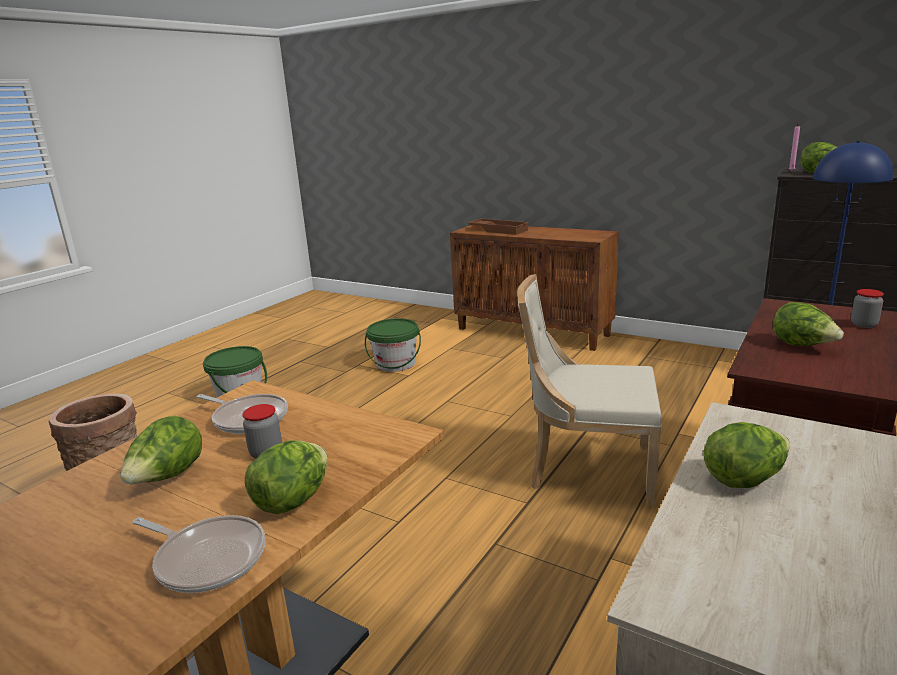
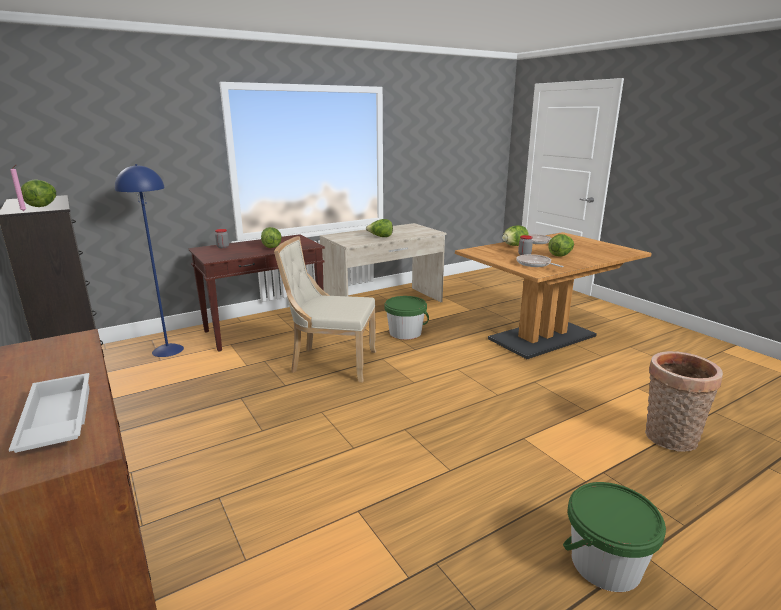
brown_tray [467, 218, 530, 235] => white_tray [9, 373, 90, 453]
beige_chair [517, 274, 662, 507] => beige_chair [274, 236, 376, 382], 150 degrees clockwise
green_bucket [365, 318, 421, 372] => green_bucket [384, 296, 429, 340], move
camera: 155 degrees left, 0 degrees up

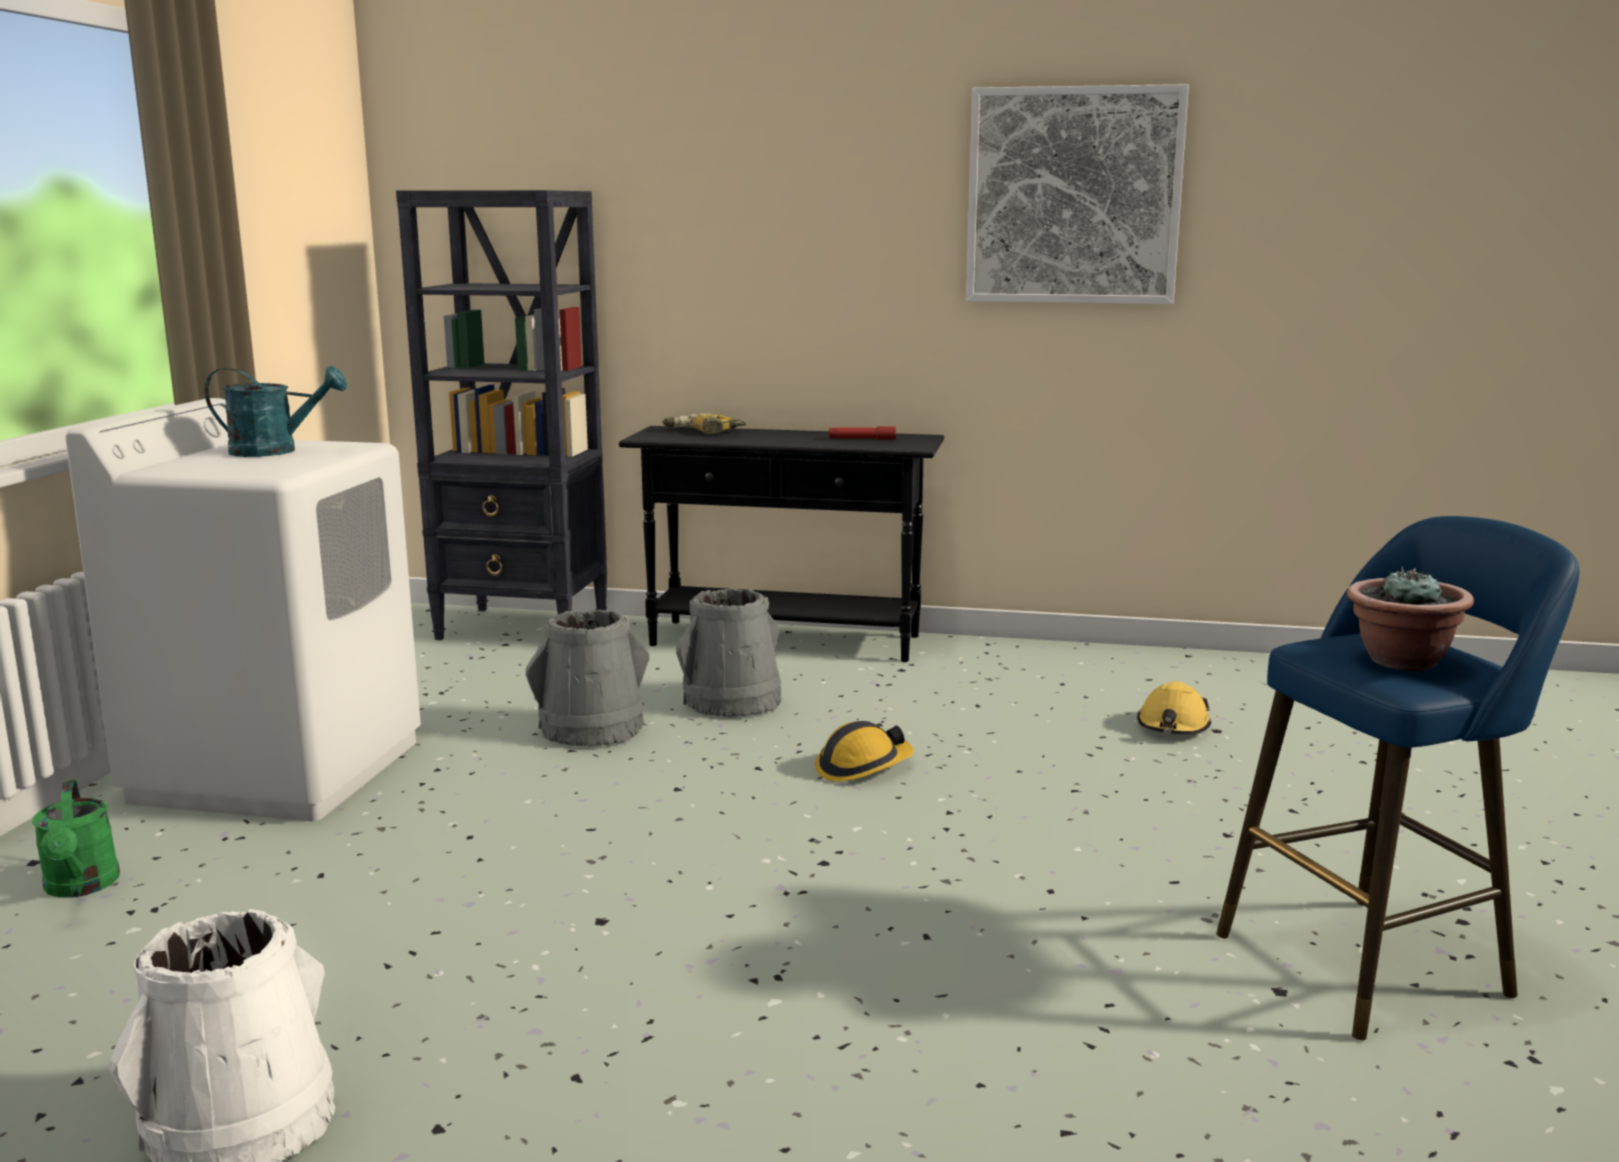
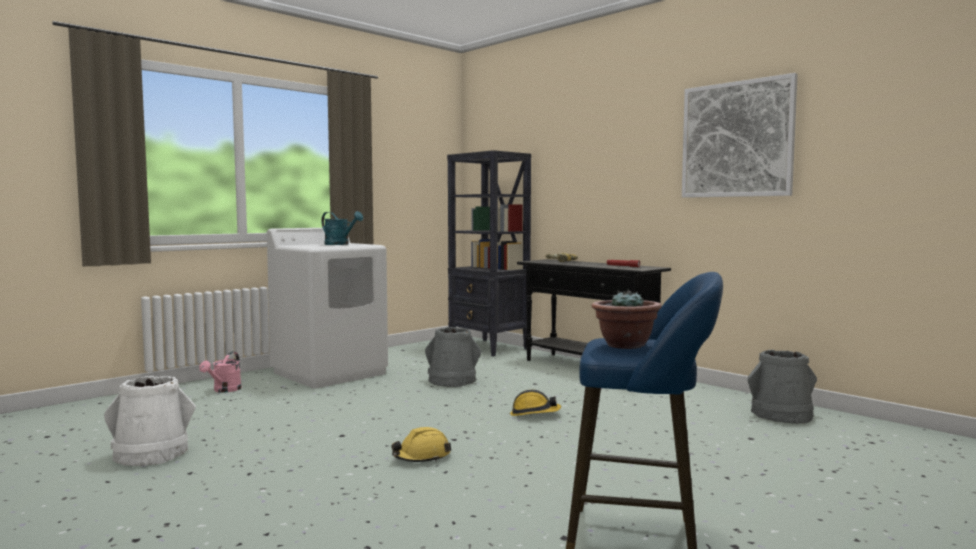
grey_bucket [676, 588, 782, 717] => grey_bucket [748, 350, 817, 424], move
yellow_hard_hat [1137, 681, 1211, 734] => yellow_hard_hat [391, 427, 451, 462], move
green_watering_can [32, 779, 120, 898] => pink_watering_can [199, 352, 242, 393]
camera: 35 degrees right, 10 degrees down

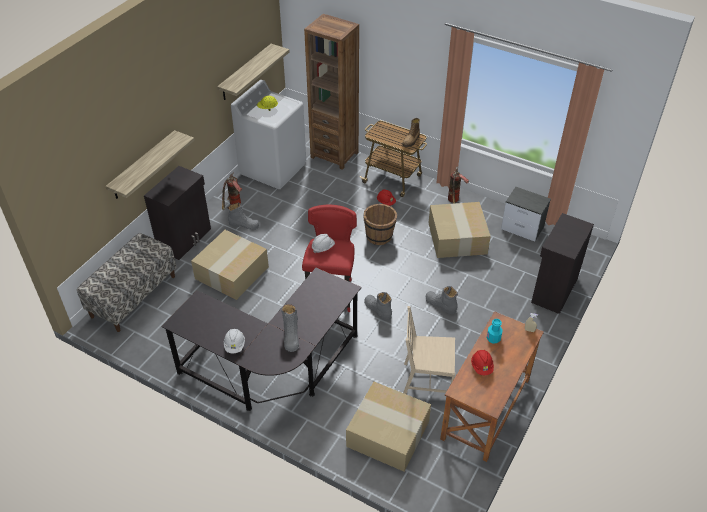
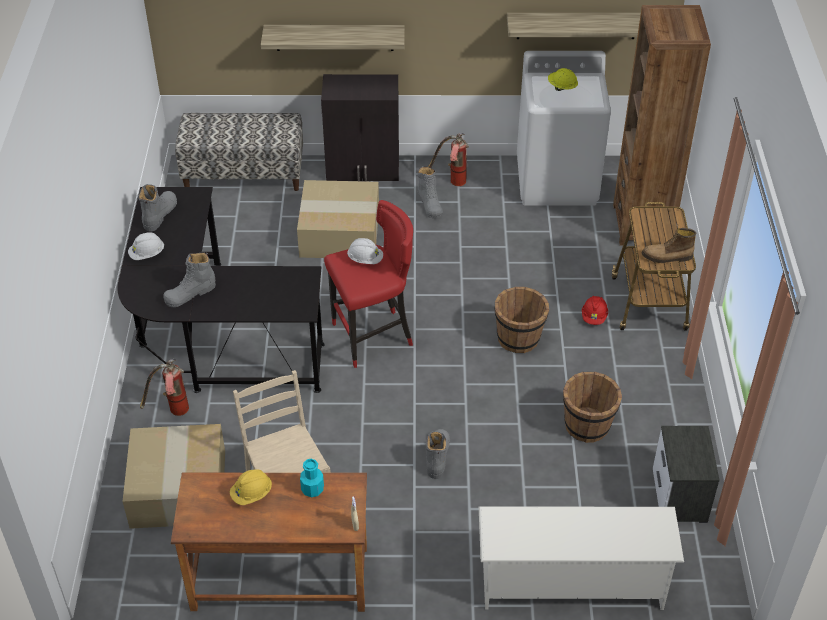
fire_extinguisher [448, 166, 469, 204] => fire_extinguisher [140, 359, 189, 416], move
cardboard_box [429, 202, 491, 258] => brown_bucket [563, 372, 622, 443]
black_cabinet [531, 213, 594, 314] => white_shoe_rack [479, 506, 684, 610]
grey_boot [364, 292, 392, 321] => grey_boot [138, 184, 177, 231], move
red_hard_hat [471, 350, 494, 375] => yellow_hard_hat [230, 469, 272, 505]
camera: 60 degrees right, 0 degrees up

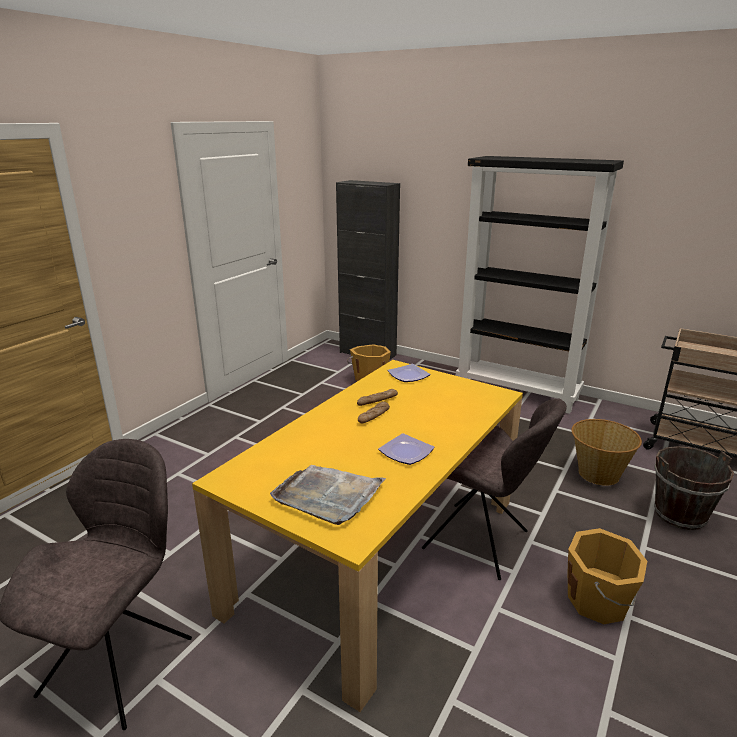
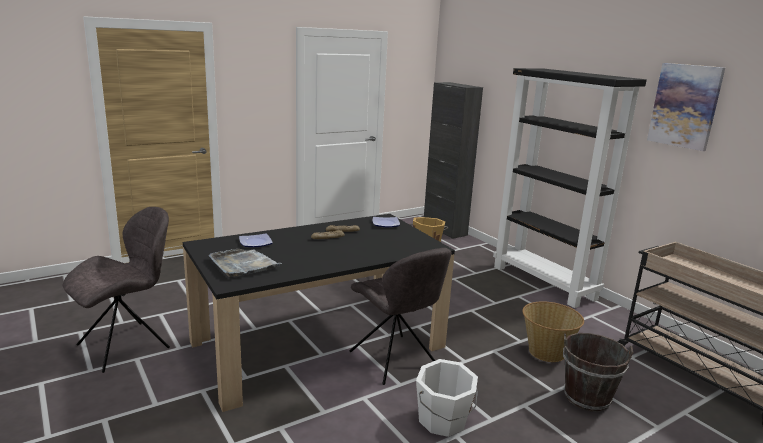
yellow_dining_table [192, 360, 523, 712] => black_dining_table [183, 214, 455, 412]
plate [378, 433, 435, 465] => plate [239, 234, 273, 247], move
orange_bucket [568, 528, 647, 624] => white_bucket [416, 359, 478, 437]
nothing => picture [647, 63, 725, 151]
camera: 25 degrees right, 5 degrees down

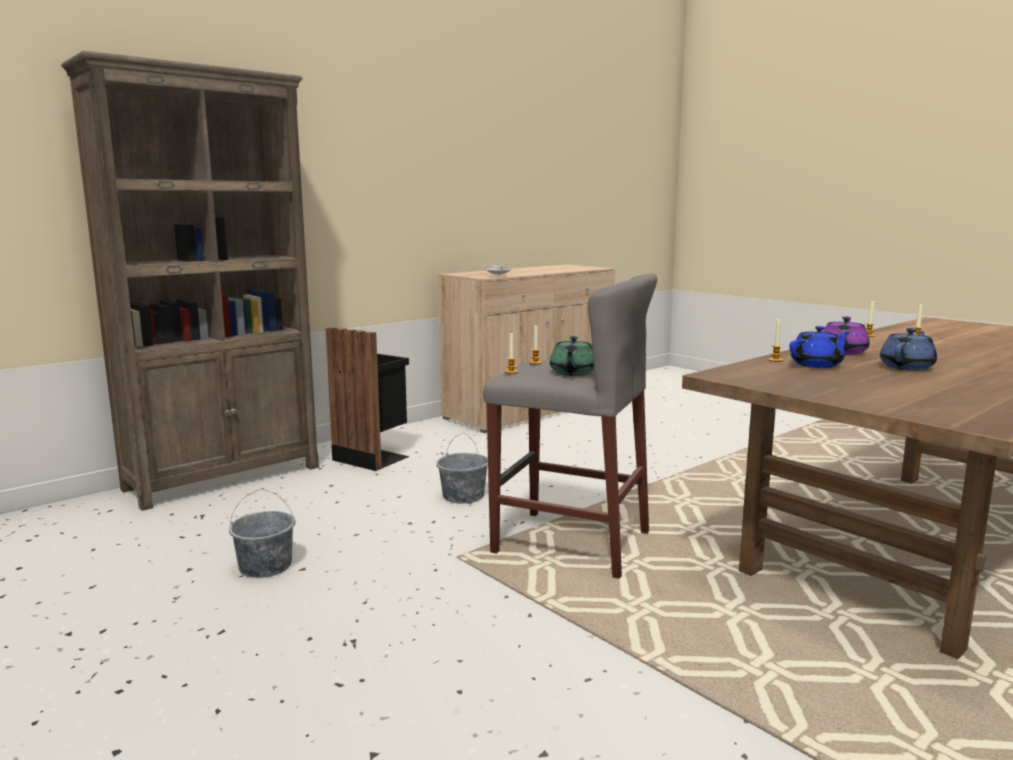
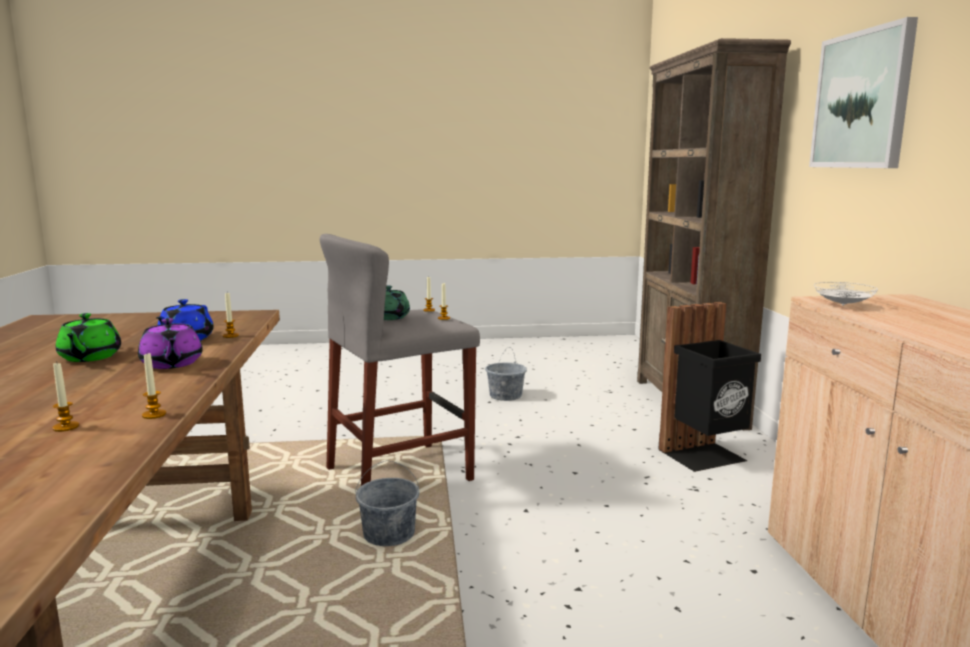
blue_teapot [880, 328, 937, 371] => green_teapot [56, 313, 121, 362]
grey_bucket [436, 433, 488, 503] => grey_bucket [355, 460, 419, 546], move
nothing => picture [809, 17, 918, 168]
camera: 125 degrees right, 0 degrees up

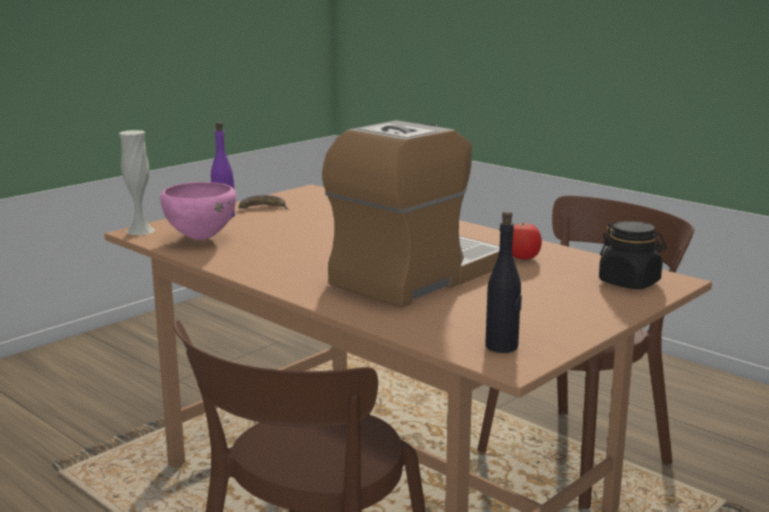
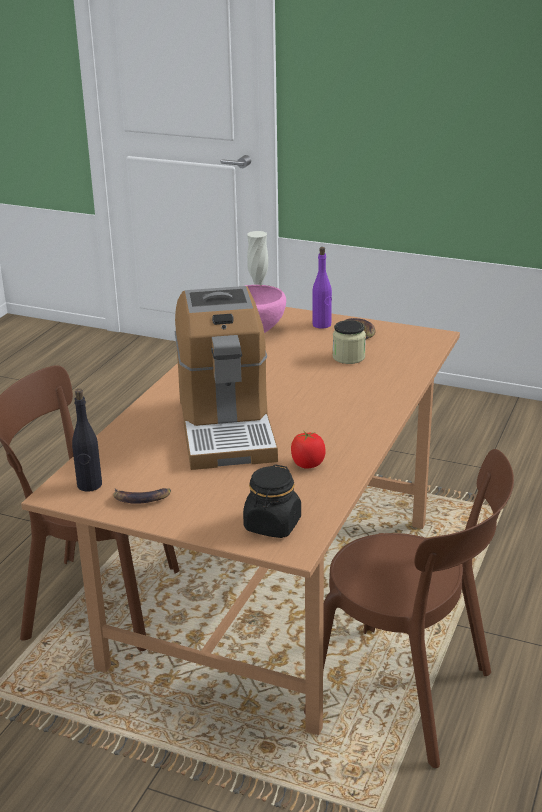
coffee_machine [322, 120, 500, 308] => coffee_machine [175, 286, 278, 470], 60 degrees clockwise
nothing => jar [333, 320, 366, 364]
nothing => banana [113, 488, 171, 504]
camera: 70 degrees right, 10 degrees up

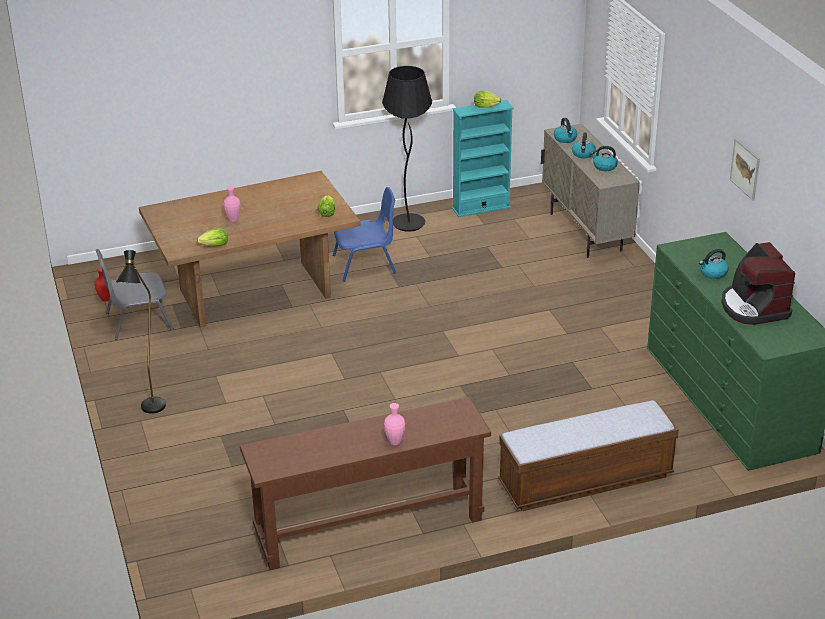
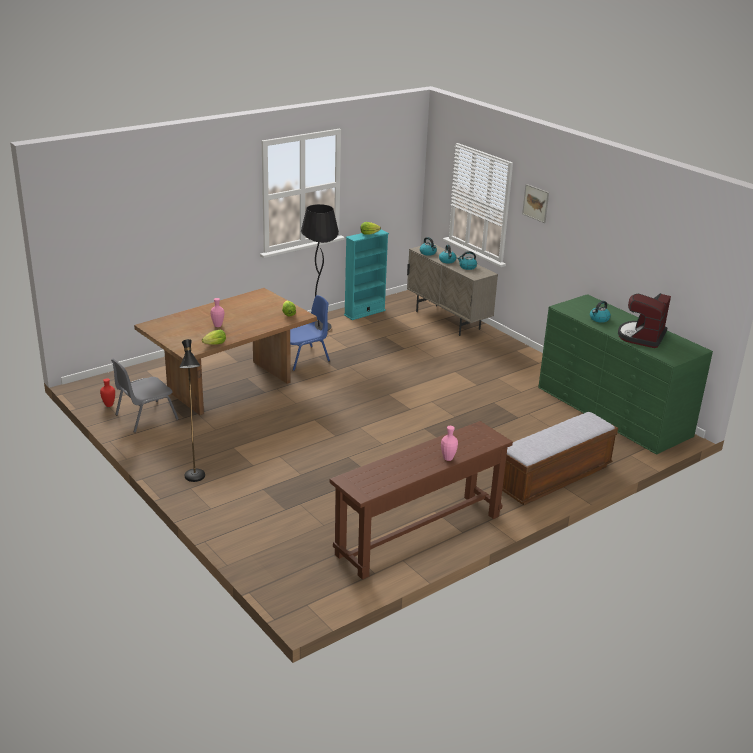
picture [730, 138, 760, 201] => picture [522, 184, 549, 223], move
coffee_machine [721, 242, 795, 325] => coffee_machine [618, 293, 671, 348], 60 degrees clockwise
camera: 20 degrees left, 5 degrees down

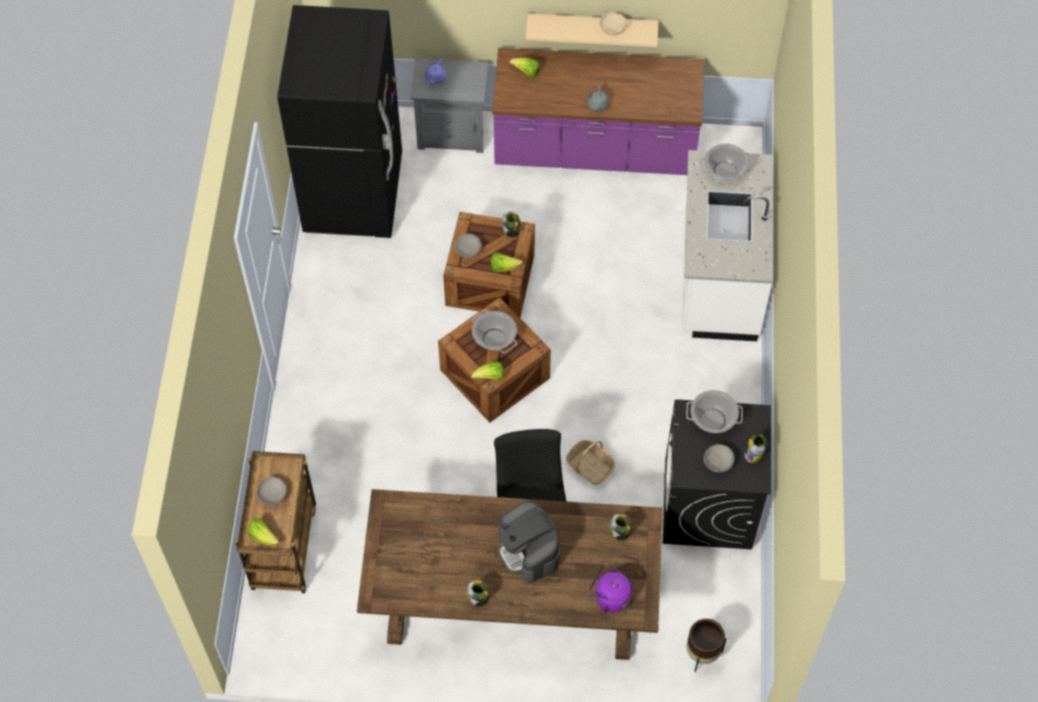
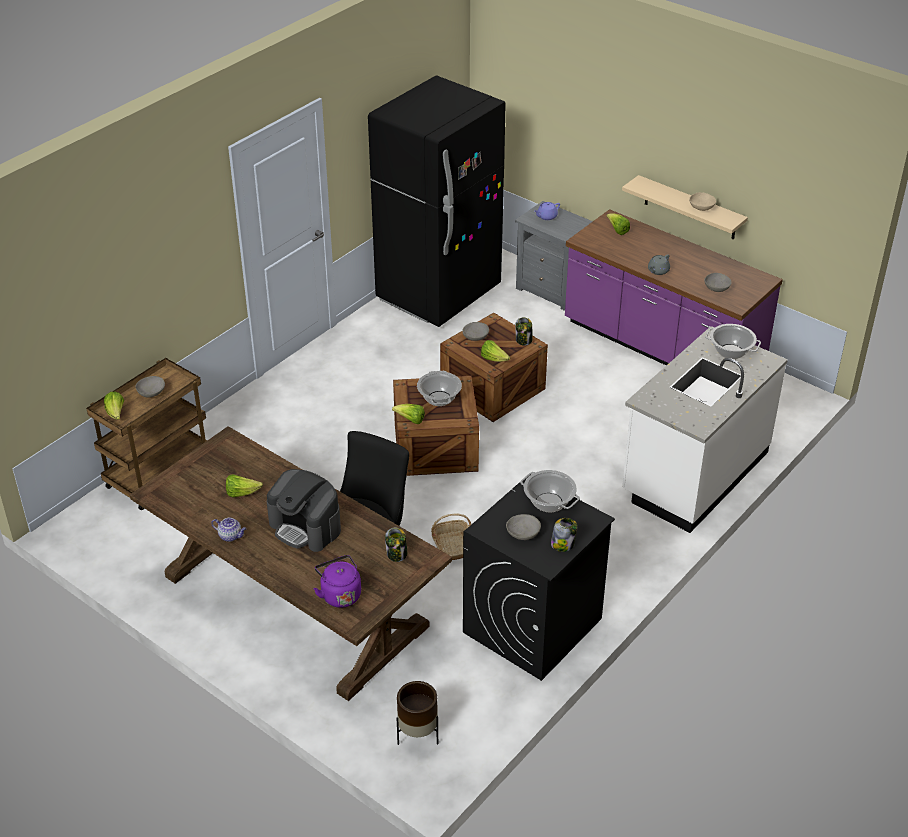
coffee_machine [498, 501, 560, 584] => coffee_machine [267, 469, 341, 552], 60 degrees counterclockwise
jar [467, 580, 489, 606] => teapot [211, 518, 247, 542]
nothing => grey_bowl [704, 273, 732, 292]
nothing => lettuce [226, 474, 263, 497]
camera: 35 degrees right, 20 degrees down

